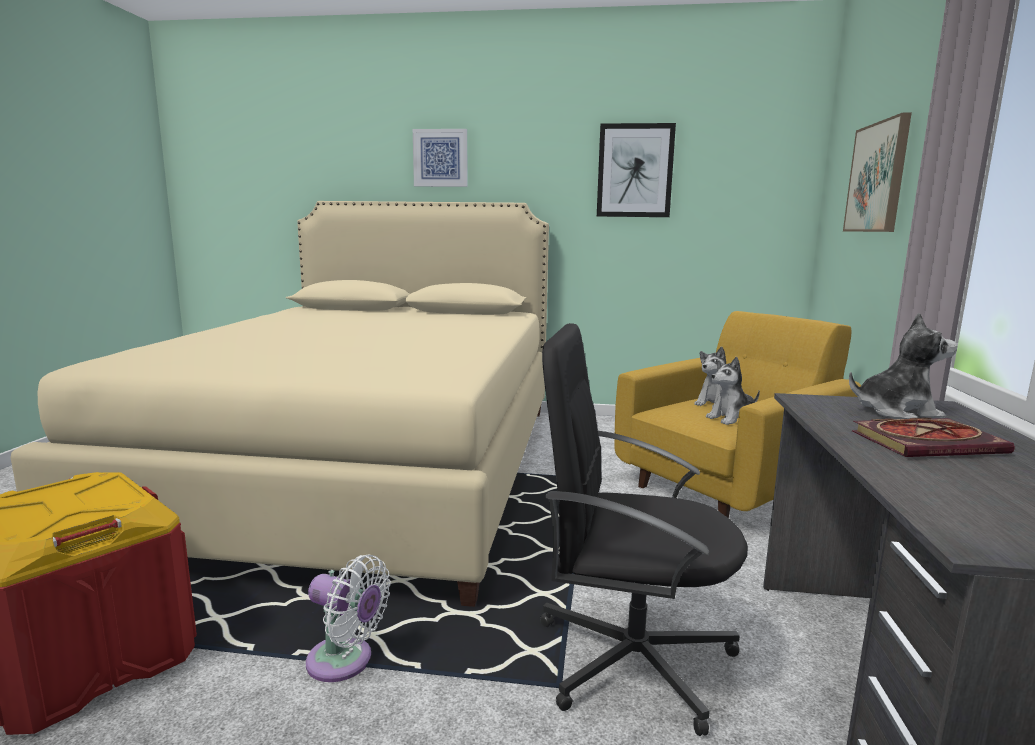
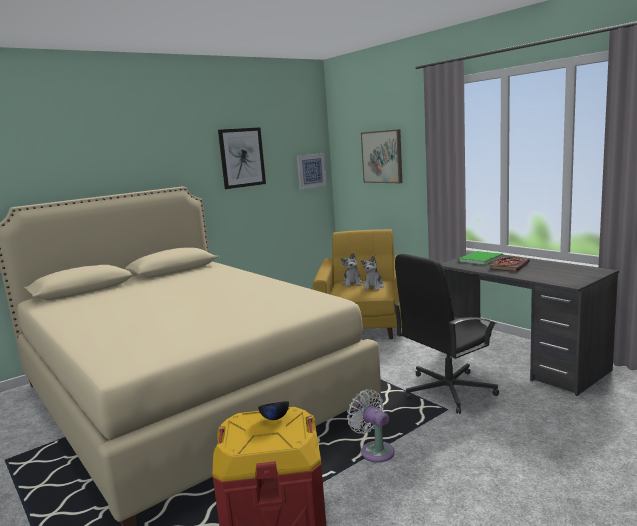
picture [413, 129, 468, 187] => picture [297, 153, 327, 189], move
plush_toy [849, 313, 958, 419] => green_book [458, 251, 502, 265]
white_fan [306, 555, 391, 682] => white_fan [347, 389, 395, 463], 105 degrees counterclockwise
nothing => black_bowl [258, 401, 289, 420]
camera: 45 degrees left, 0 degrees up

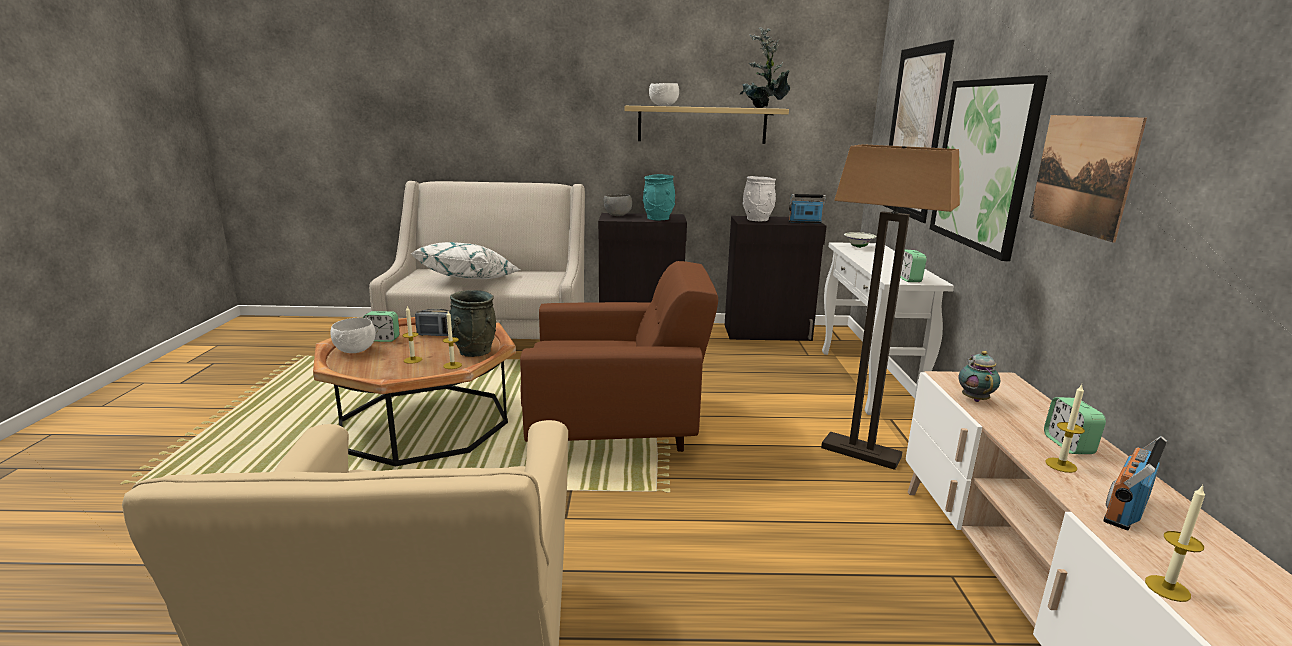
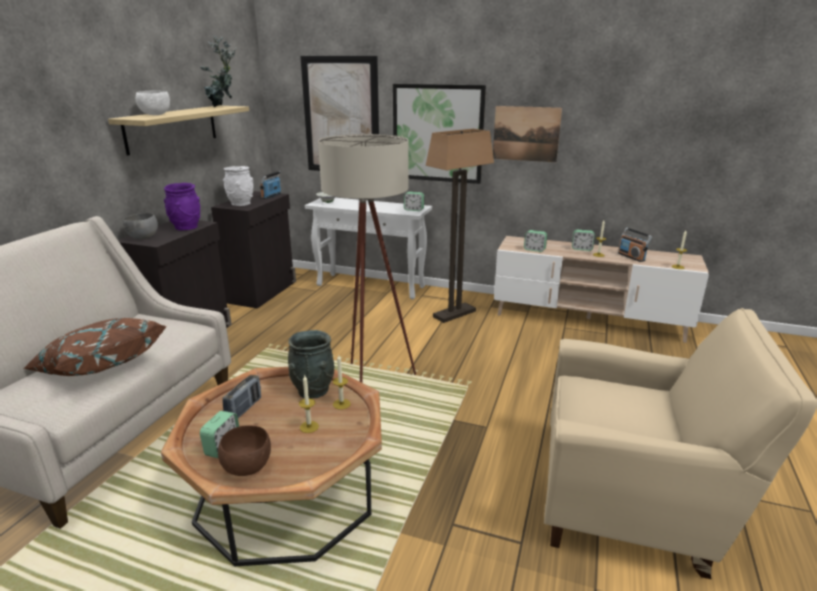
turquoise_vase [643, 174, 675, 220] => purple_vase [164, 183, 200, 230]
white_pillow [410, 242, 520, 279] => brown_pillow [23, 318, 167, 376]
brown_armchair [520, 261, 718, 452] => beige_floor_lamp [318, 134, 416, 382]
white_bowl [330, 318, 376, 353] => brown_bowl [218, 425, 271, 476]
teapot [959, 351, 1000, 402] => alarm_clock [524, 230, 547, 252]
camera: 70 degrees left, 5 degrees up

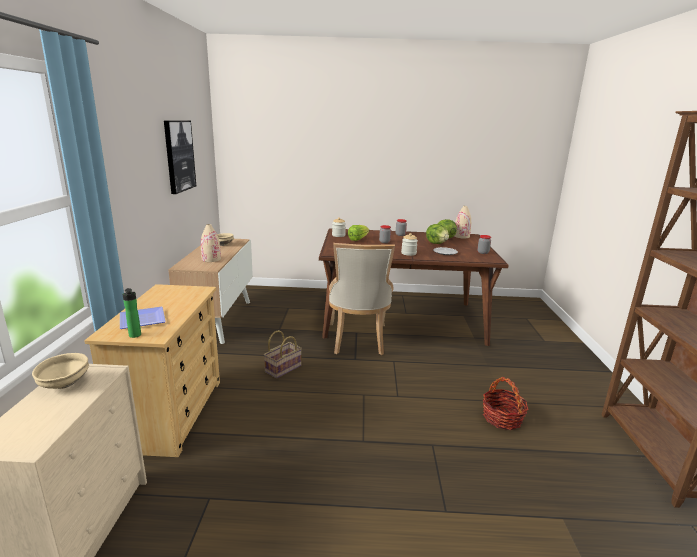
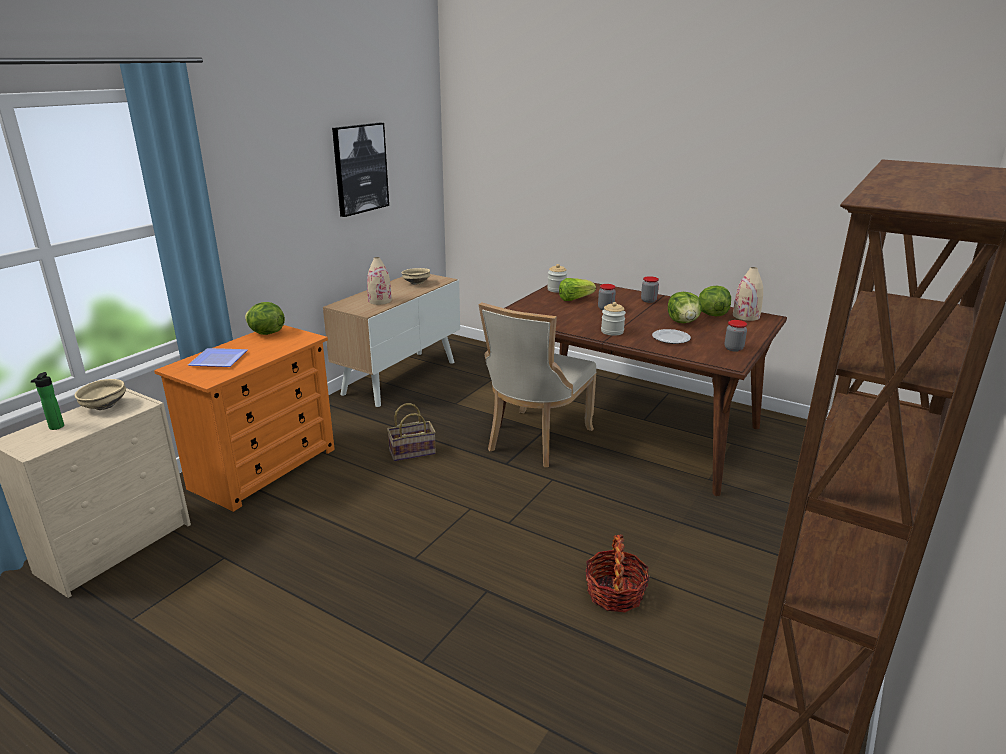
beige_dresser [84, 284, 220, 457] => orange_dresser [154, 325, 335, 512]
bottle [123, 288, 141, 338] => bottle [31, 372, 64, 430], move
nothing => lettuce [245, 302, 285, 335]
camera: 30 degrees right, 5 degrees up

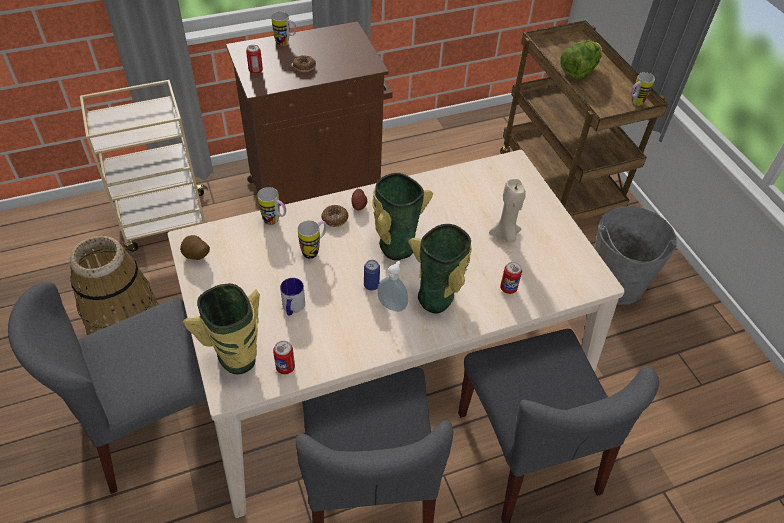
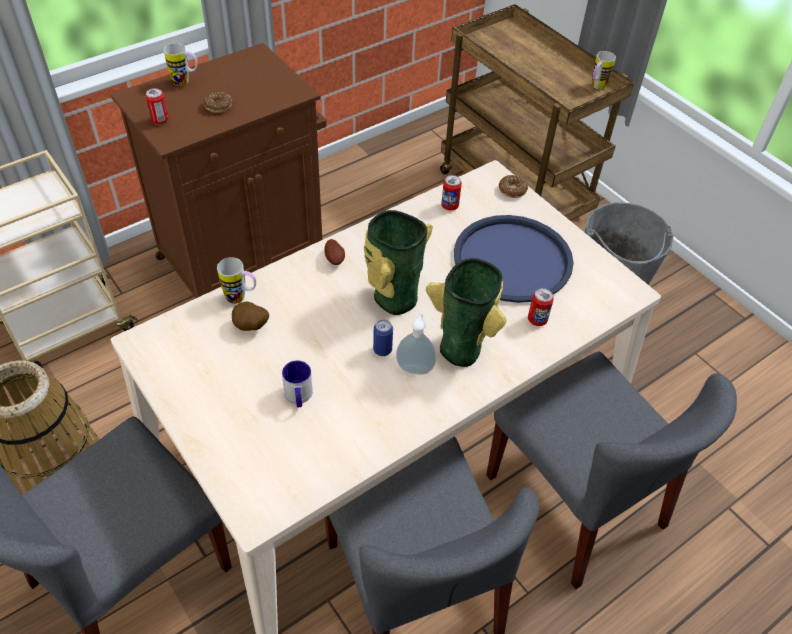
lettuce [560, 41, 602, 79] => nothing
beige_candle [489, 179, 526, 242] => blue_tray [454, 215, 574, 303]
donut [321, 205, 349, 227] => donut [499, 175, 528, 198], move
mug [298, 220, 327, 259] => nothing
potato [180, 235, 210, 260] => potato [232, 302, 269, 331], move
vase [183, 283, 260, 375] => nothing
can [273, 341, 295, 374] => can [441, 175, 462, 211], move
camera: 15 degrees left, 0 degrees up

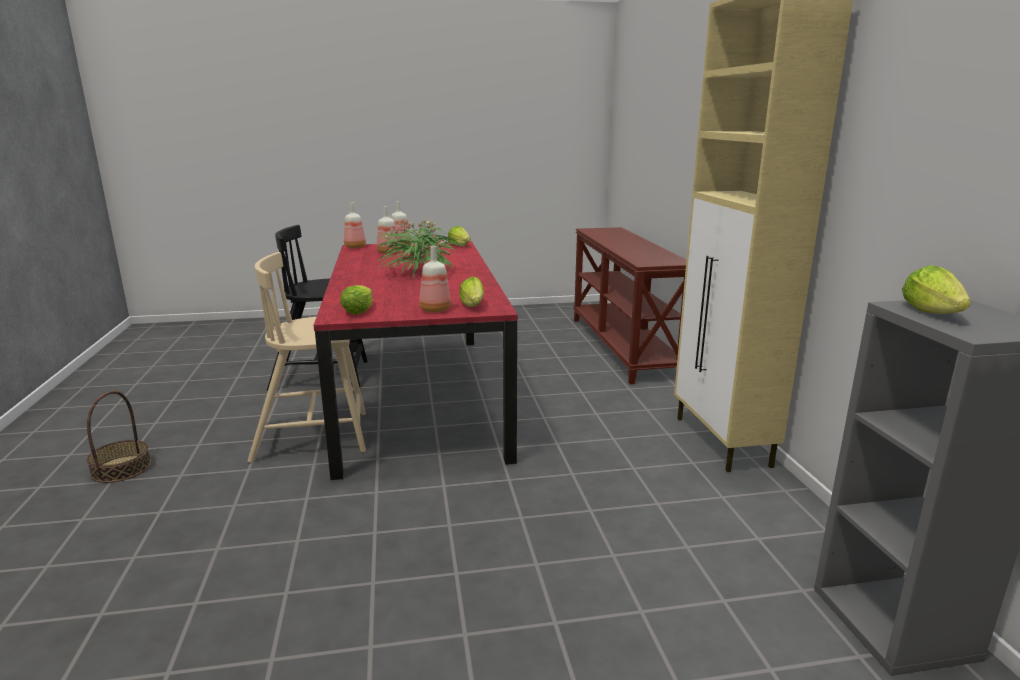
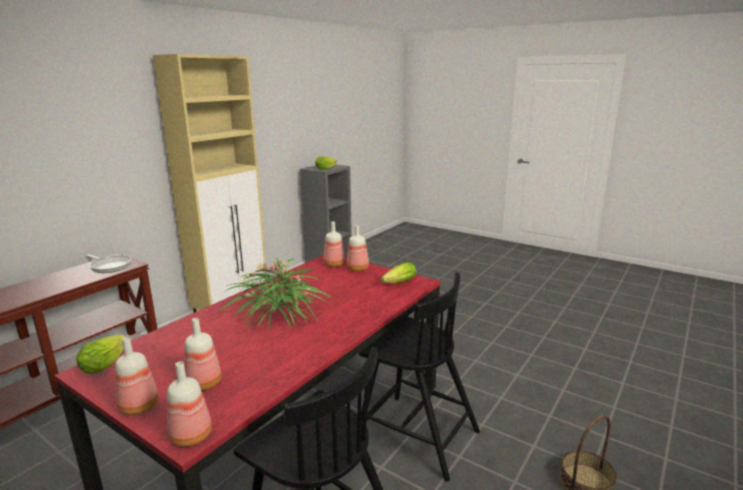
beige_chair [248, 252, 366, 463] => black_chair [359, 272, 480, 481]
lettuce [459, 277, 484, 307] => bottle [323, 221, 345, 267]
nothing => frying_pan [85, 254, 132, 273]
camera: 135 degrees left, 0 degrees up

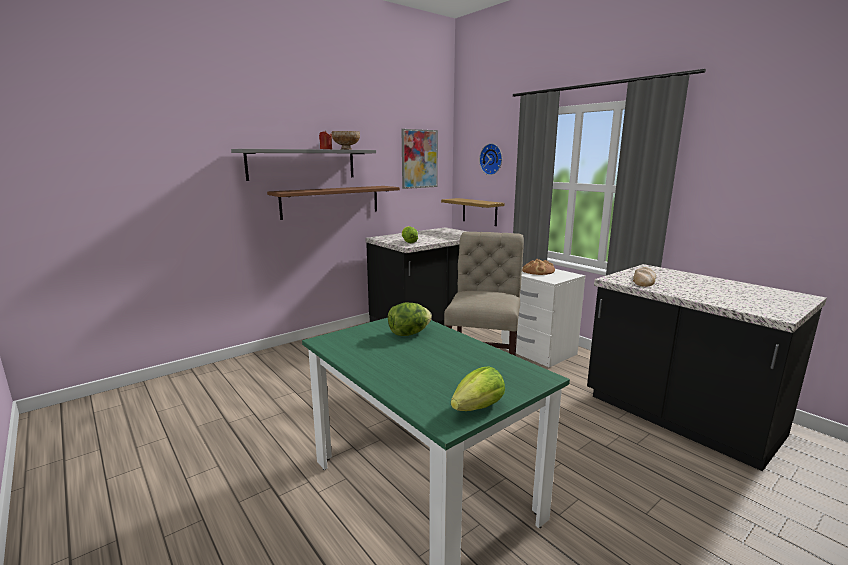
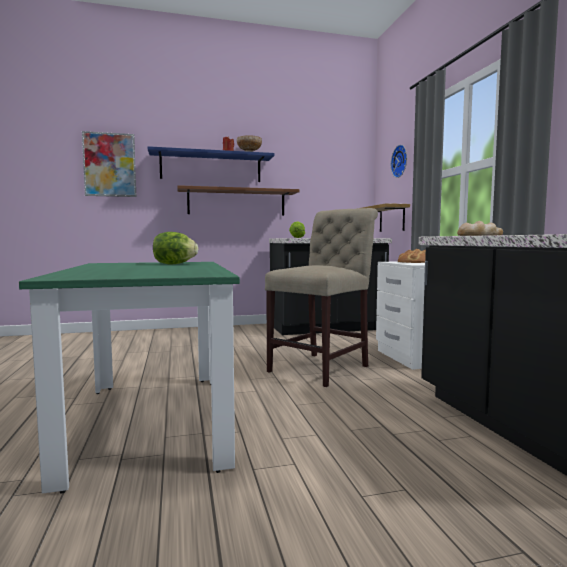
picture [402, 129, 438, 189] => picture [82, 131, 136, 197], move
grey_shelf [231, 149, 376, 181] => blue_shelf [147, 146, 275, 182]
lettuce [451, 366, 505, 411] => nothing
camera: 25 degrees right, 10 degrees down

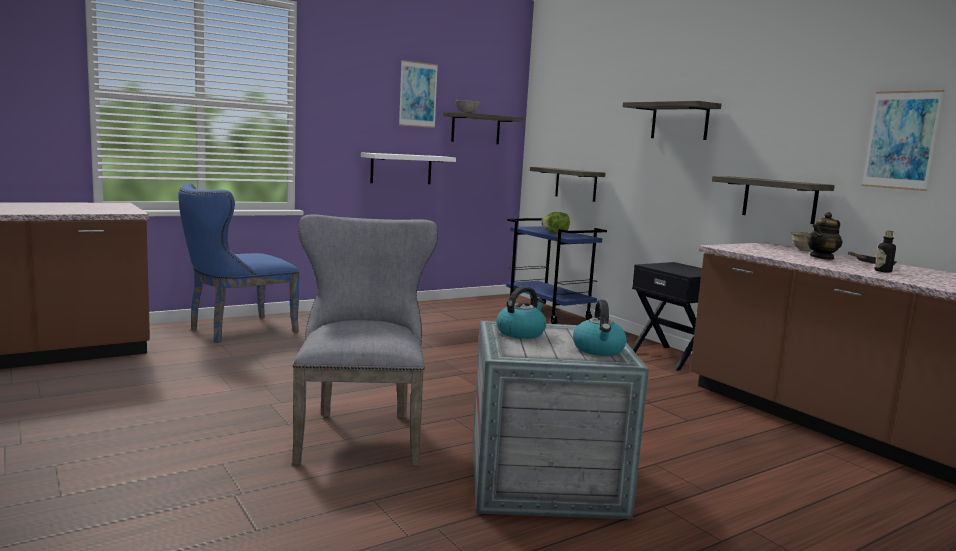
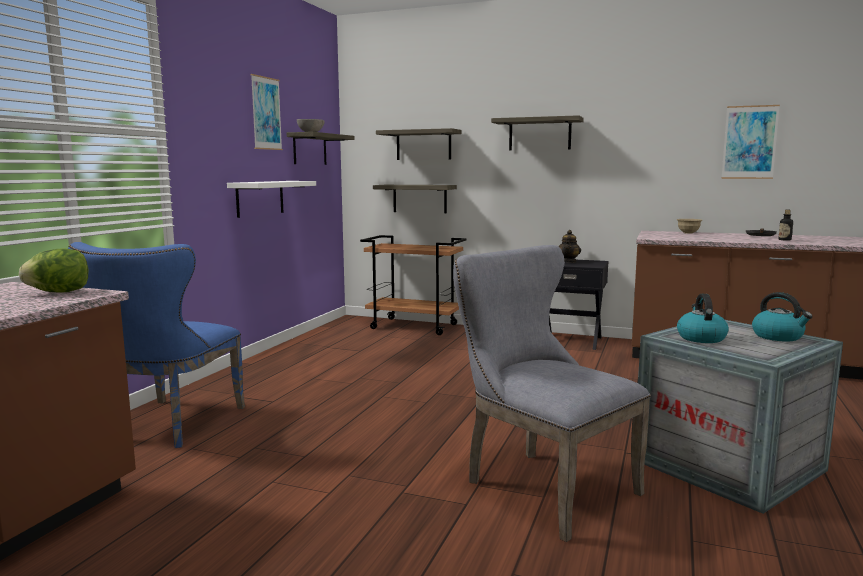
shelf [712, 176, 835, 224] => shelf [376, 128, 461, 160], move
lettuce [541, 212, 570, 233] => lettuce [19, 248, 88, 293], move
teapot [807, 212, 842, 260] => teapot [558, 230, 581, 263], move
blue_cart [506, 218, 607, 324] => brown_cart [360, 235, 466, 335]
camera: 35 degrees left, 0 degrees up

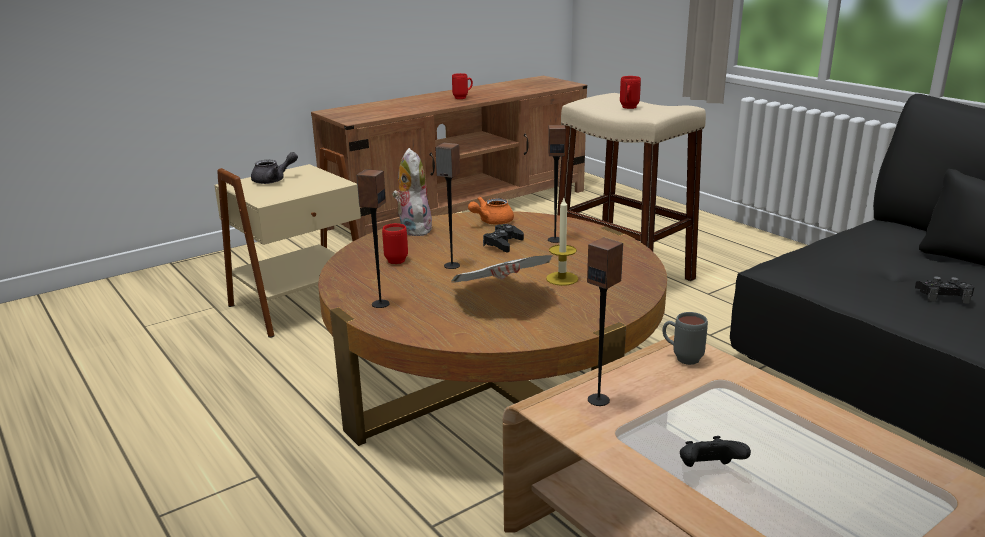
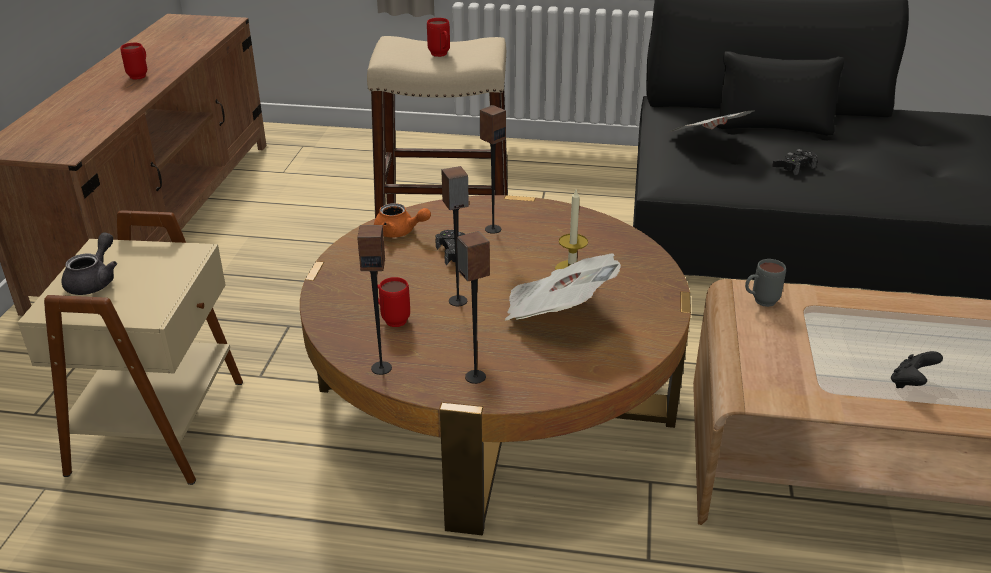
plush_toy [392, 148, 432, 236] => nothing
orange_teapot [468, 197, 514, 225] => orange_teapot [374, 203, 431, 238], 75 degrees counterclockwise
speaker [587, 238, 623, 406] => speaker [357, 225, 392, 375], move
nothing => newspaper [670, 110, 755, 132]
camera: 45 degrees left, 10 degrees up

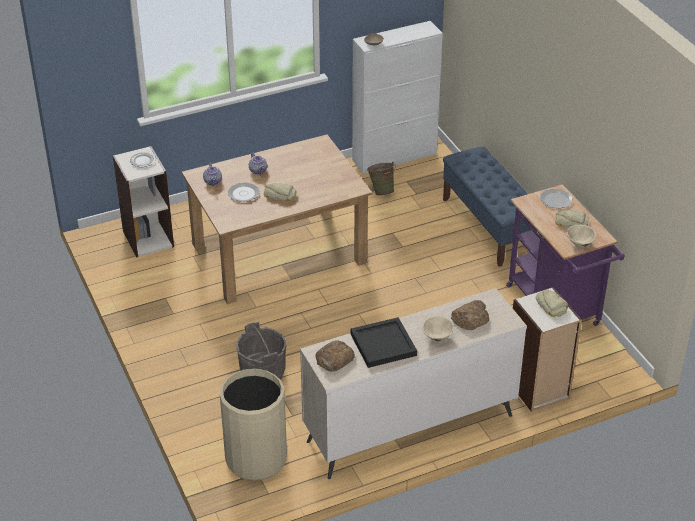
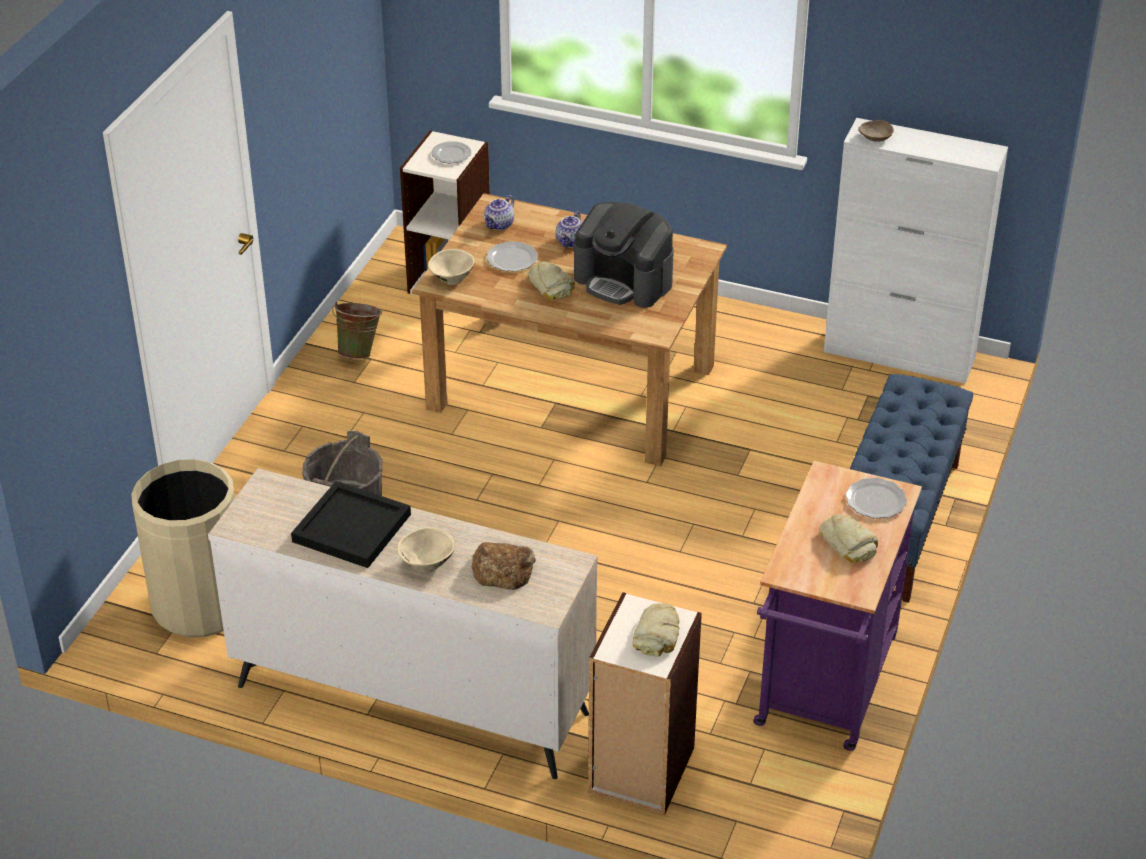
green_bucket [367, 161, 396, 196] => green_bucket [332, 302, 382, 359], move
beige_bowl [567, 225, 596, 248] => beige_bowl [428, 249, 475, 285], move
bread [316, 340, 355, 372] => nothing
nothing => coffee_machine [574, 202, 674, 308]
camera: 45 degrees right, 0 degrees up

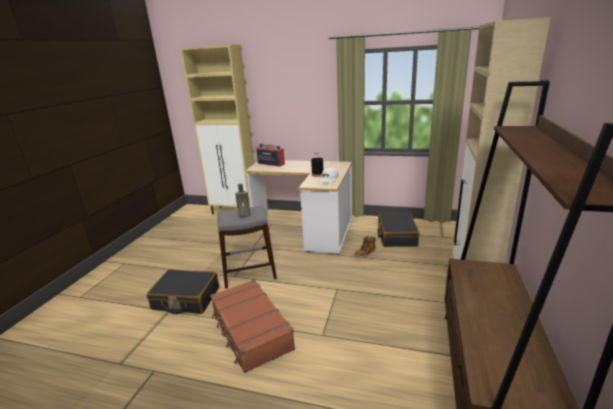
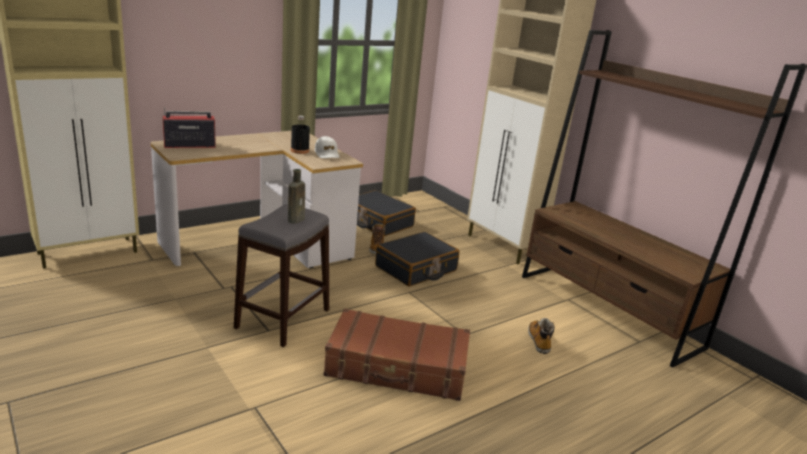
black_suitcase [146, 269, 219, 314] => black_suitcase [375, 232, 459, 286], move
nothing => boot [528, 318, 555, 354]
camera: 55 degrees left, 0 degrees up

